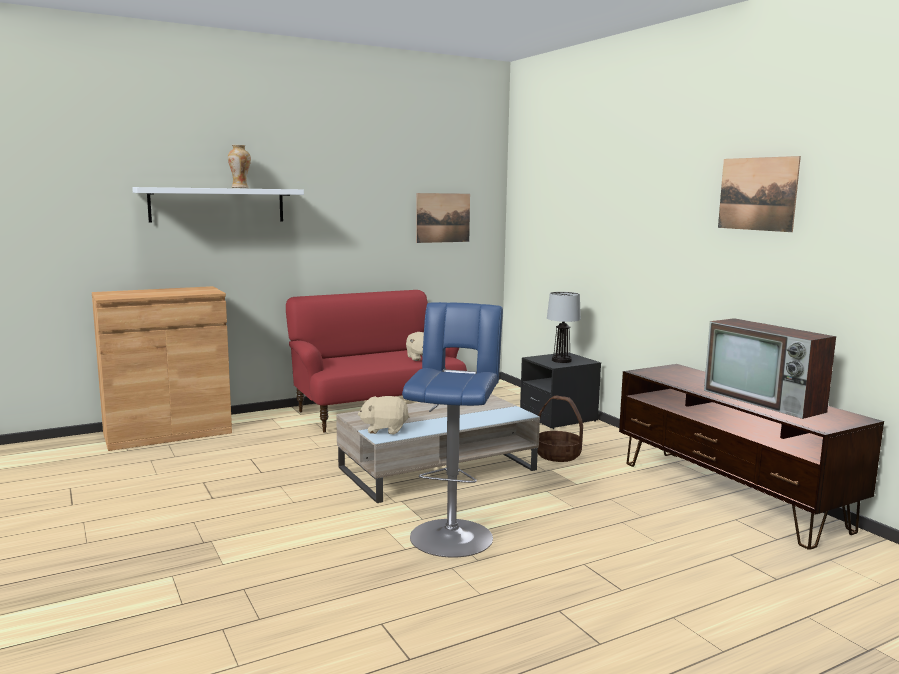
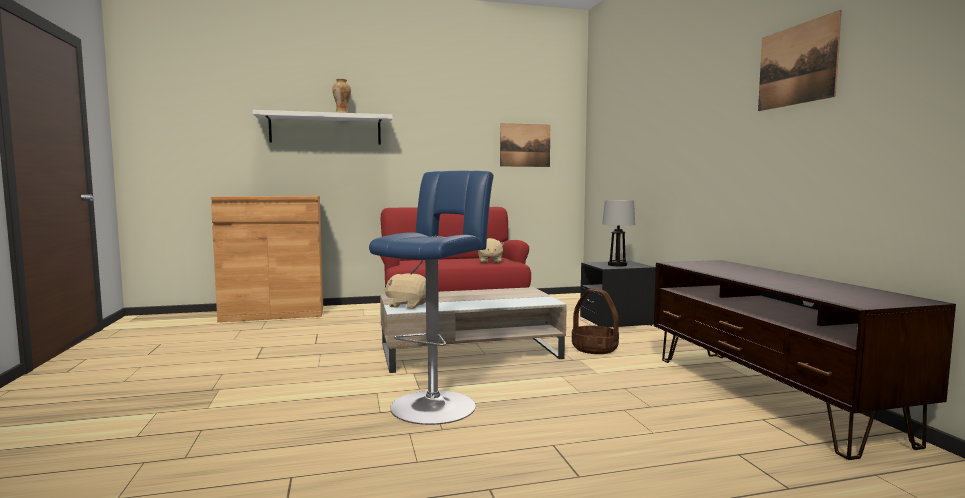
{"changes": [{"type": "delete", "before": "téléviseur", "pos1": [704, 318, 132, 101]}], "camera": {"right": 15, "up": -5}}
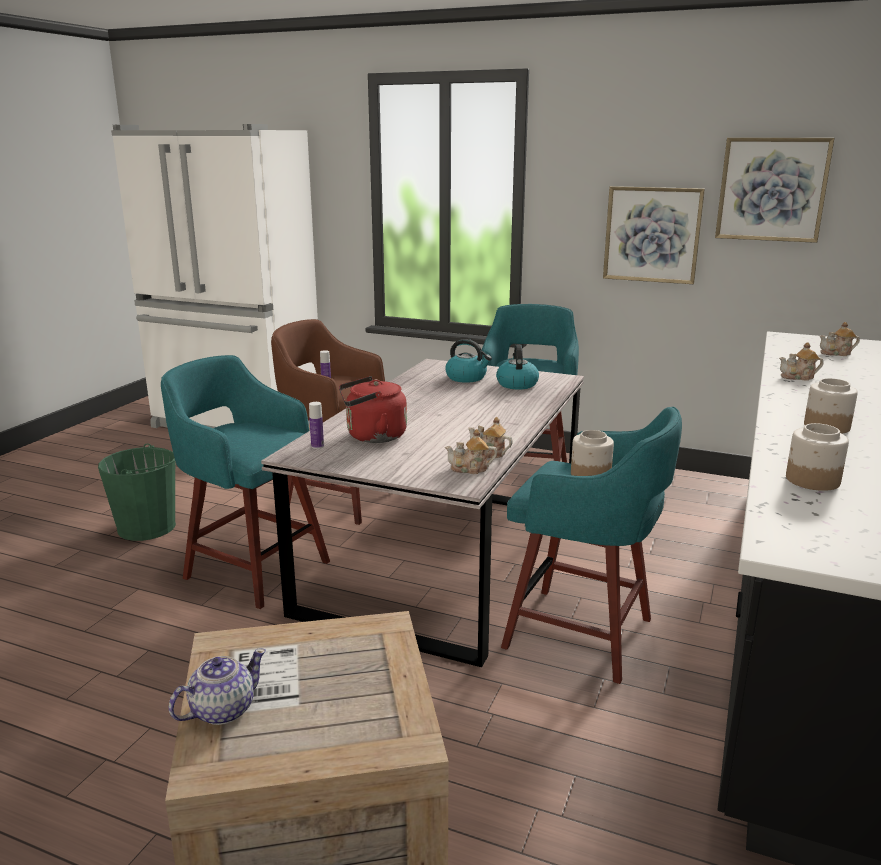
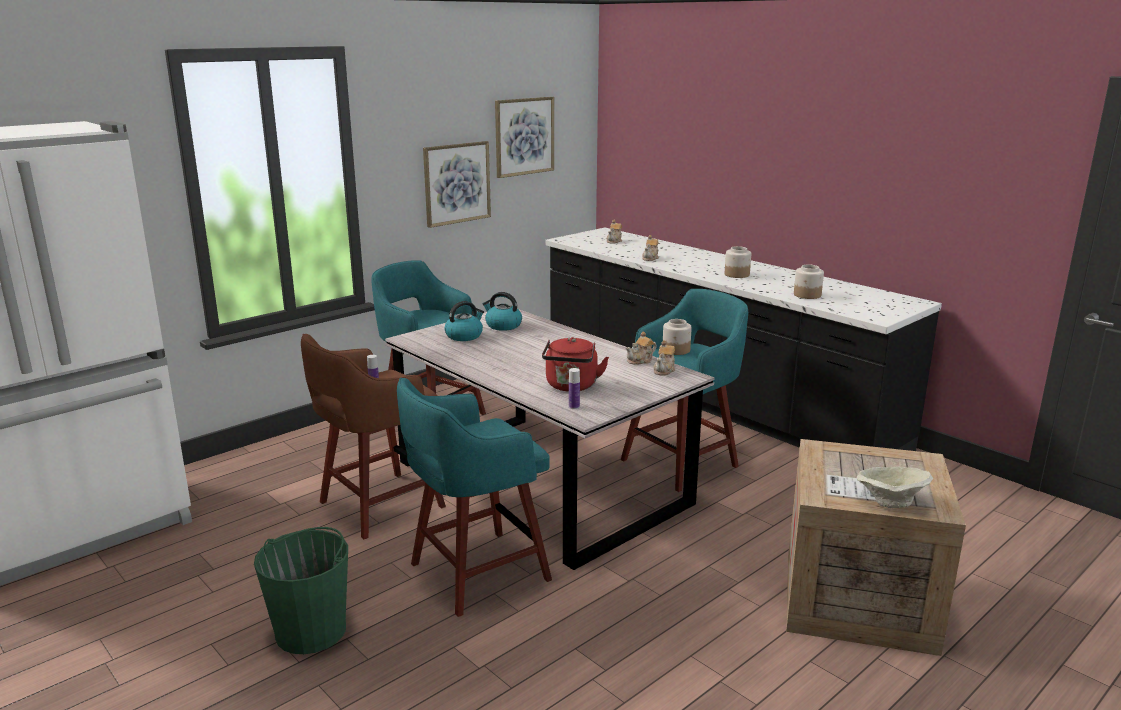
{"changes": [{"type": "replace", "before": "théière", "after": "bol/beige", "pos1": [168, 648, 98, 77], "pos2": [857, 466, 76, 42]}], "camera": {"right": -65, "up": 0}}
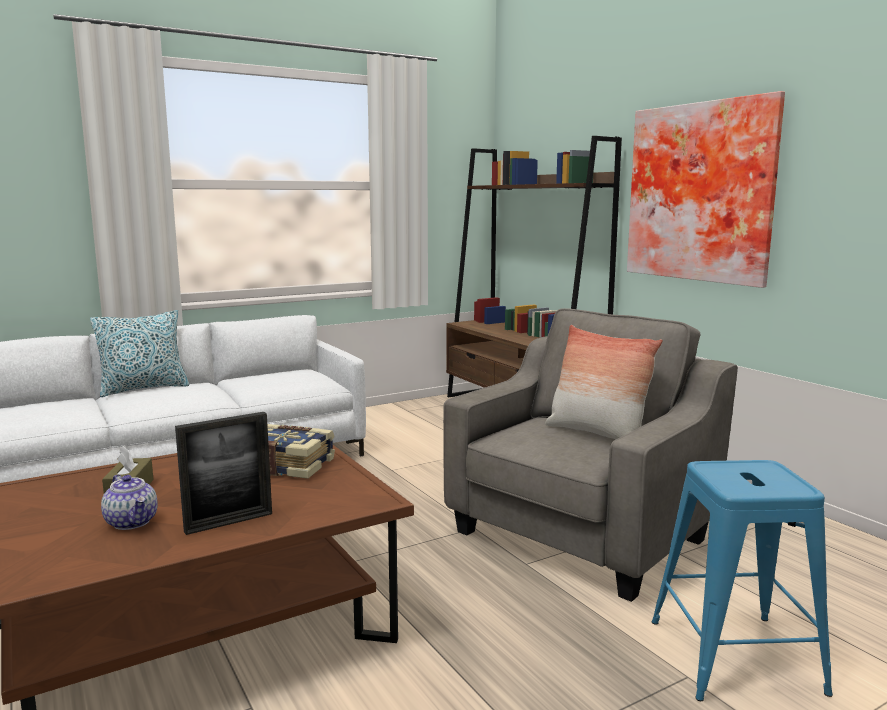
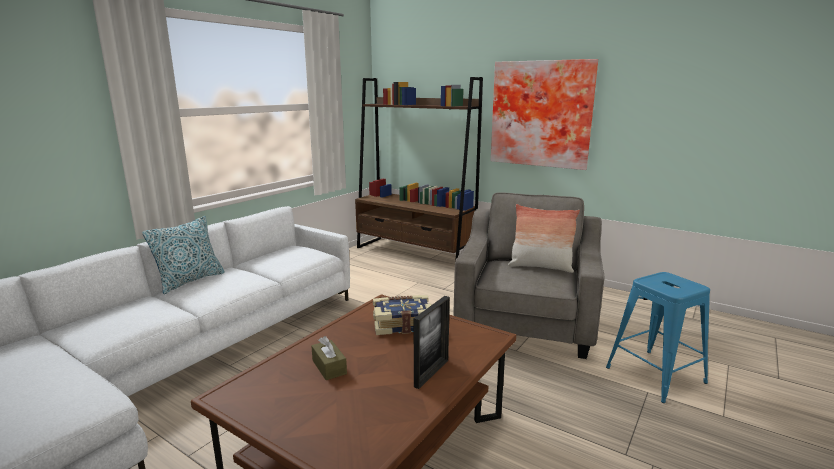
{"changes": [{"type": "delete", "before": "théière", "pos1": [101, 475, 57, 55]}], "camera": {"right": -25, "up": 5}}
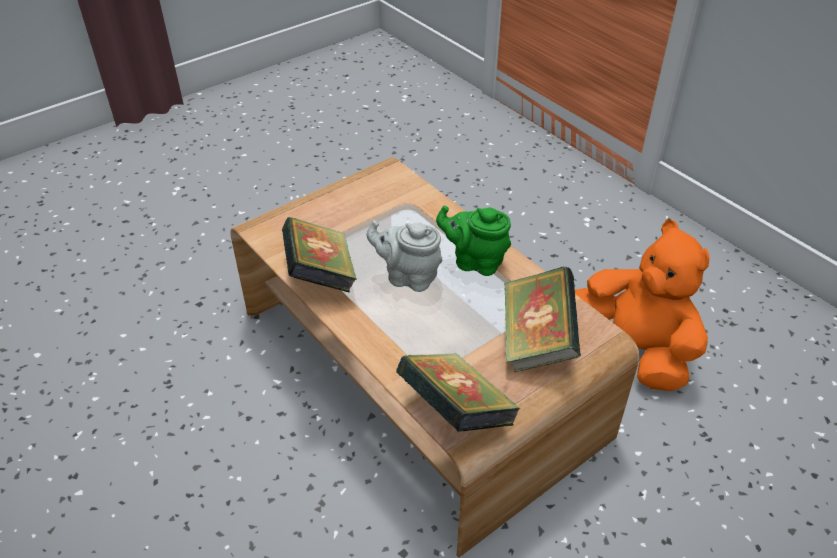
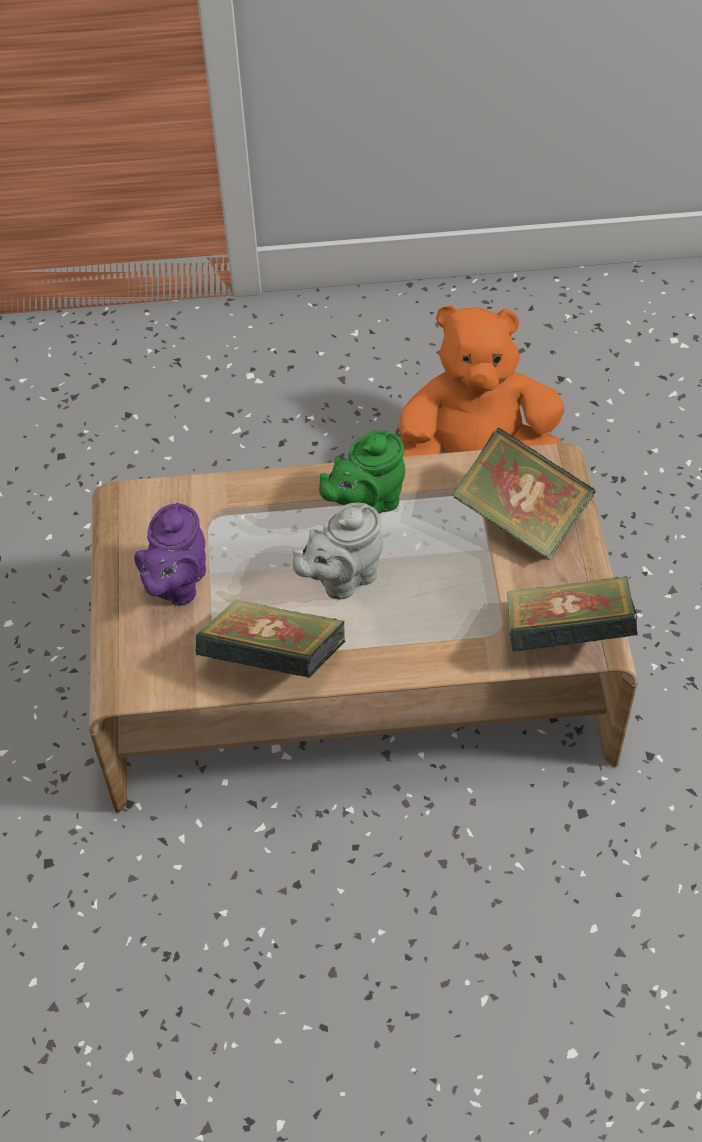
{"changes": [{"type": "insert", "after": "théière/violet", "pos2": [134, 503, 72, 103]}], "camera": {"right": -55, "up": 10}}
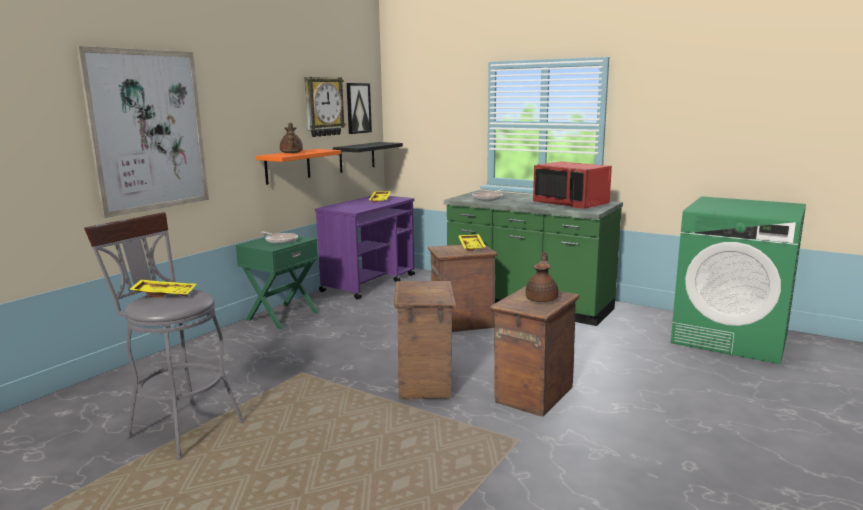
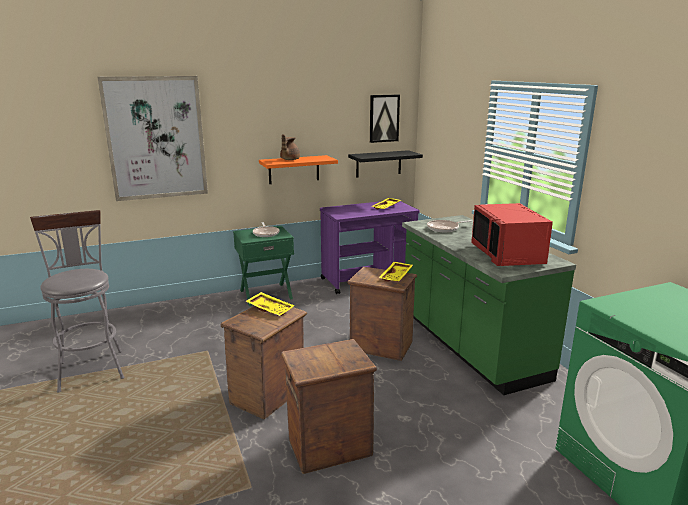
{"changes": [{"type": "delete", "before": "horloge murale", "pos1": [304, 77, 42, 60]}, {"type": "delete", "before": "théière/marron", "pos1": [526, 251, 33, 51]}, {"type": "move", "before": "plateau/jaune", "pos1": [129, 279, 67, 18], "pos2": [246, 292, 49, 24]}], "camera": {"right": 35, "up": 5}}
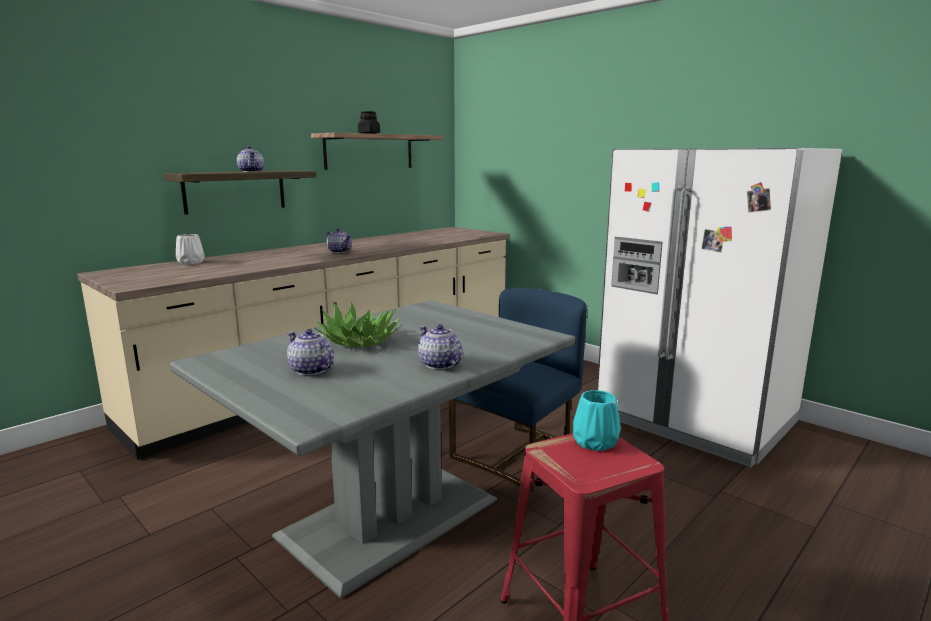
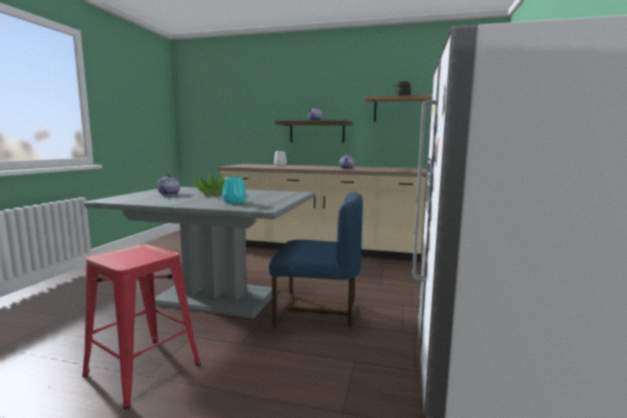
{"changes": [{"type": "delete", "before": "théière", "pos1": [418, 324, 45, 46]}, {"type": "move", "before": "vase/turquoise", "pos1": [573, 390, 48, 61], "pos2": [222, 177, 24, 27]}], "camera": {"right": 60, "up": -5}}
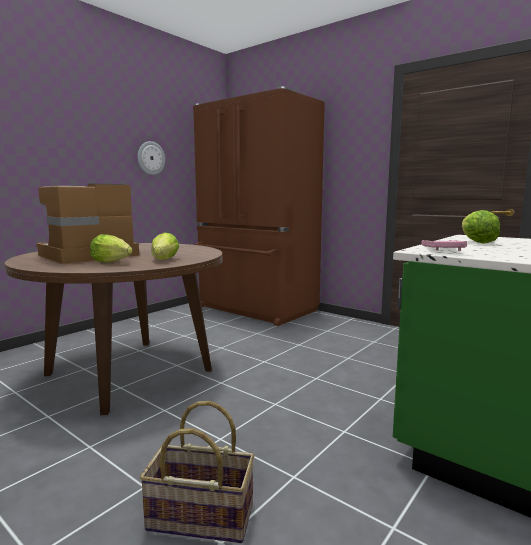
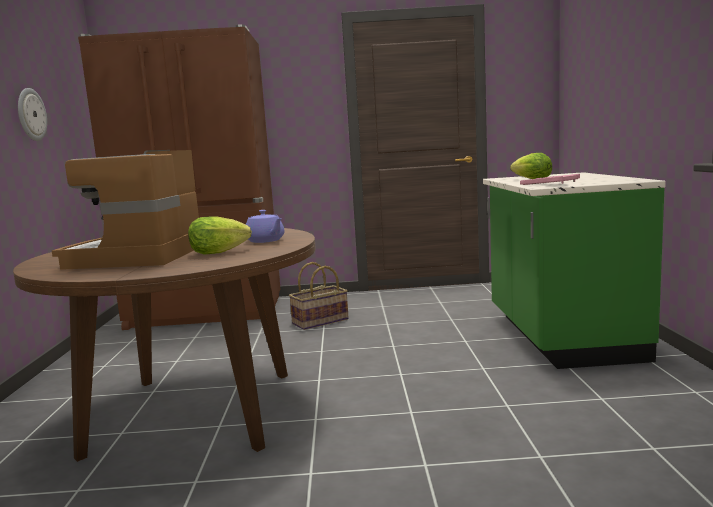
{"changes": [{"type": "move", "before": "panier", "pos1": [140, 401, 114, 142], "pos2": [289, 262, 60, 68]}, {"type": "replace", "before": "laitue", "after": "théière/violet", "pos1": [151, 232, 28, 28], "pos2": [246, 210, 39, 33]}], "camera": {"right": -40, "up": 0}}
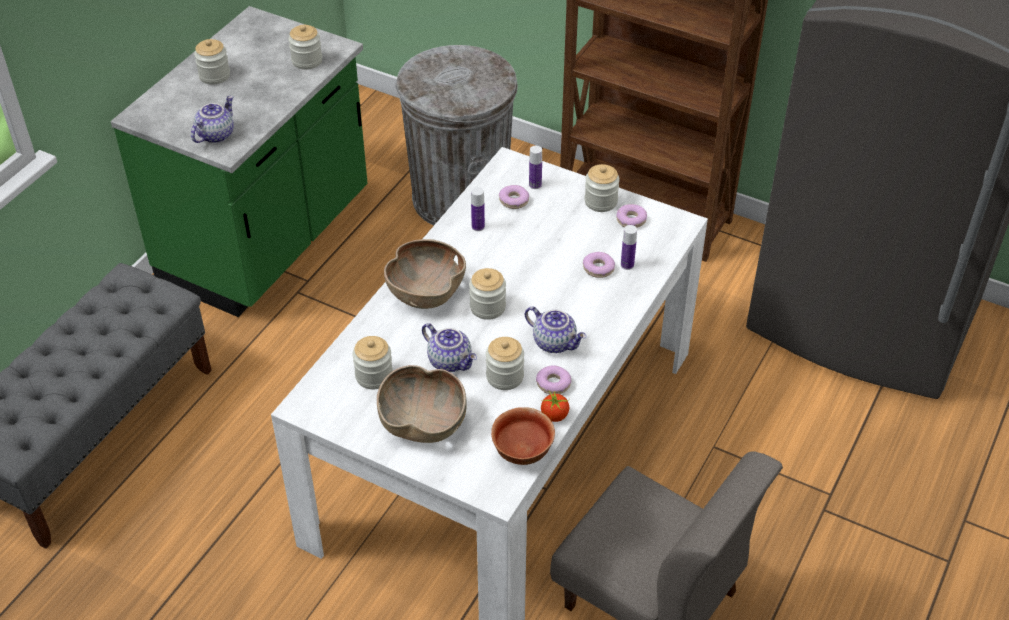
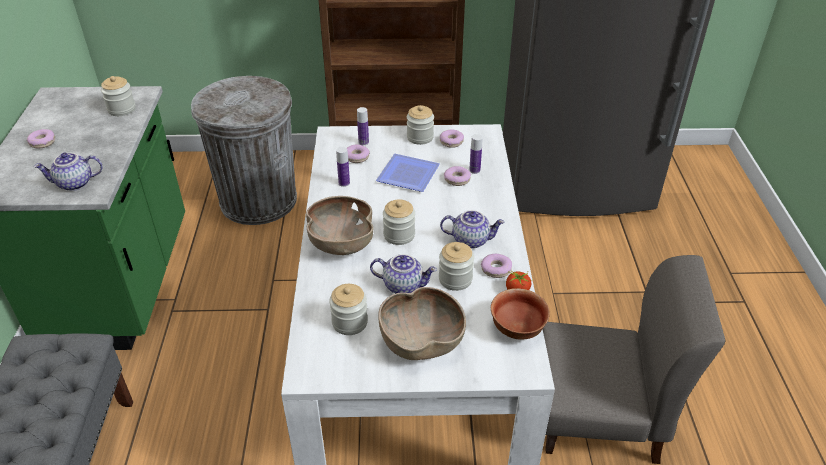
{"changes": [{"type": "insert", "after": "assiette", "pos2": [376, 154, 64, 38]}, {"type": "replace", "before": "bocal", "after": "beignet", "pos1": [194, 39, 36, 46], "pos2": [27, 129, 28, 20]}, {"type": "rotate", "before": "théière", "pos1": [191, 96, 43, 47], "pos2": [34, 153, 68, 38], "turn": -105}], "camera": {"right": -30, "up": -5}}
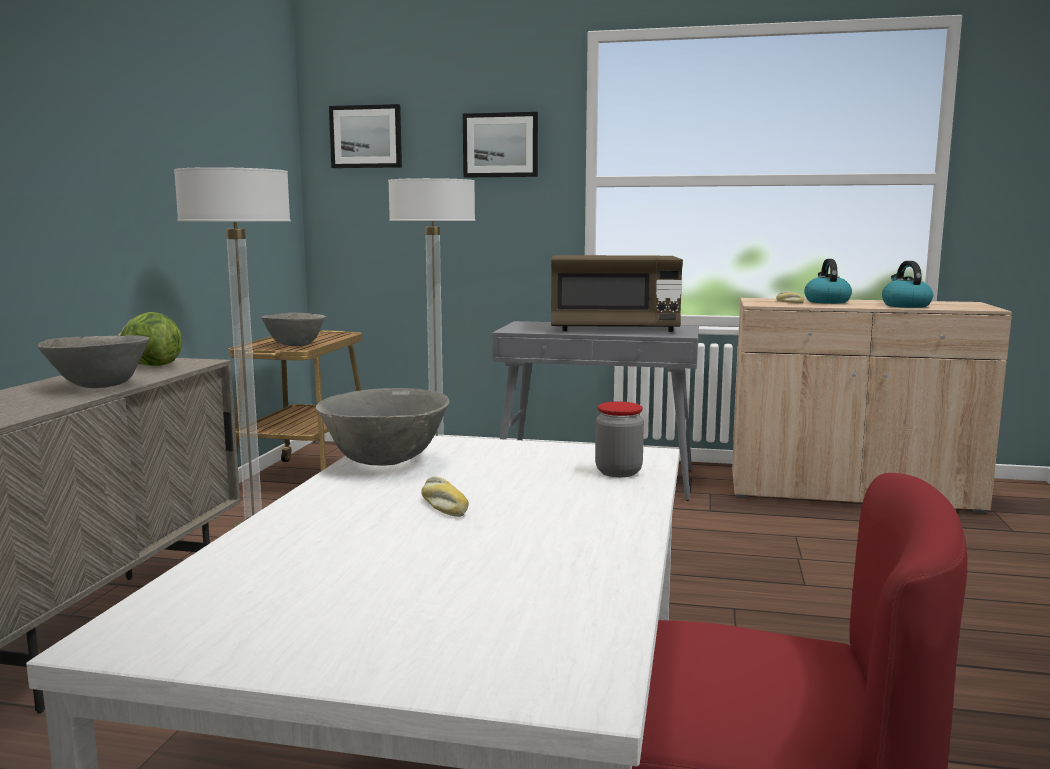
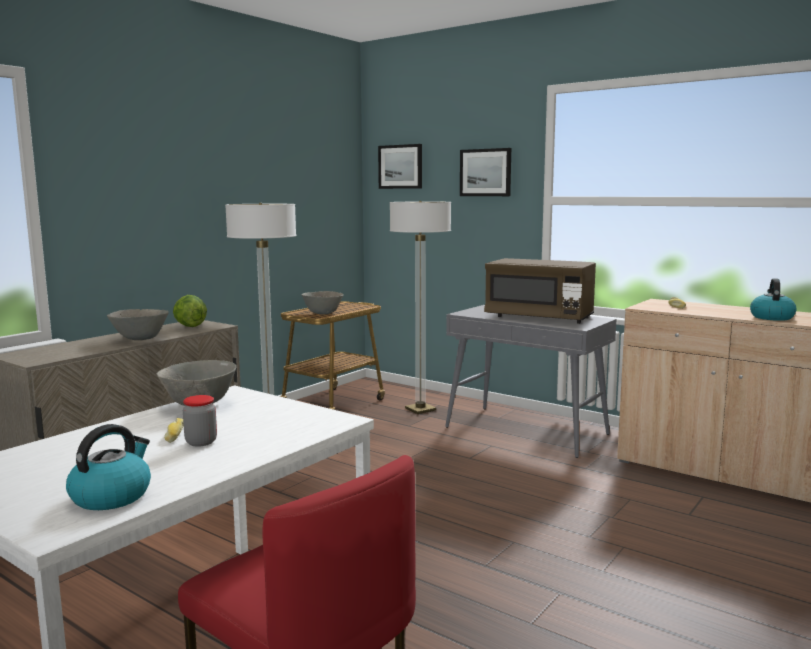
{"changes": [{"type": "move", "before": "bocal", "pos1": [595, 402, 49, 75], "pos2": [183, 395, 34, 52]}, {"type": "move", "before": "bouilloire", "pos1": [804, 259, 48, 45], "pos2": [66, 424, 85, 86]}], "camera": {"right": 25, "up": 0}}
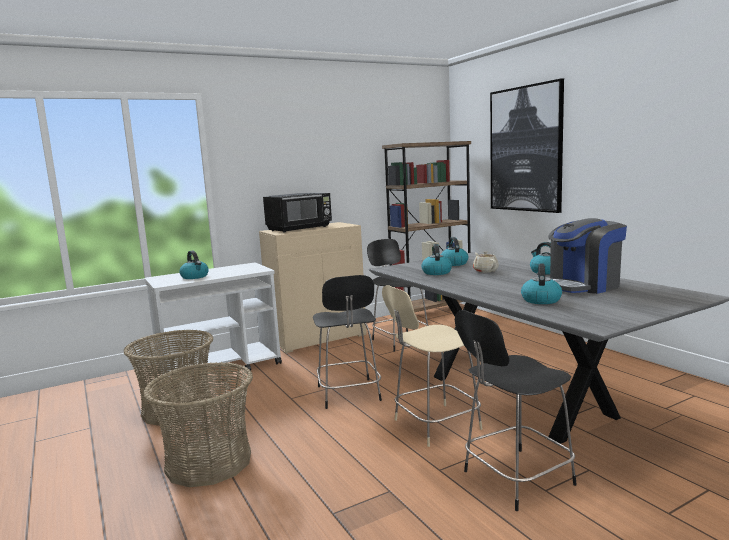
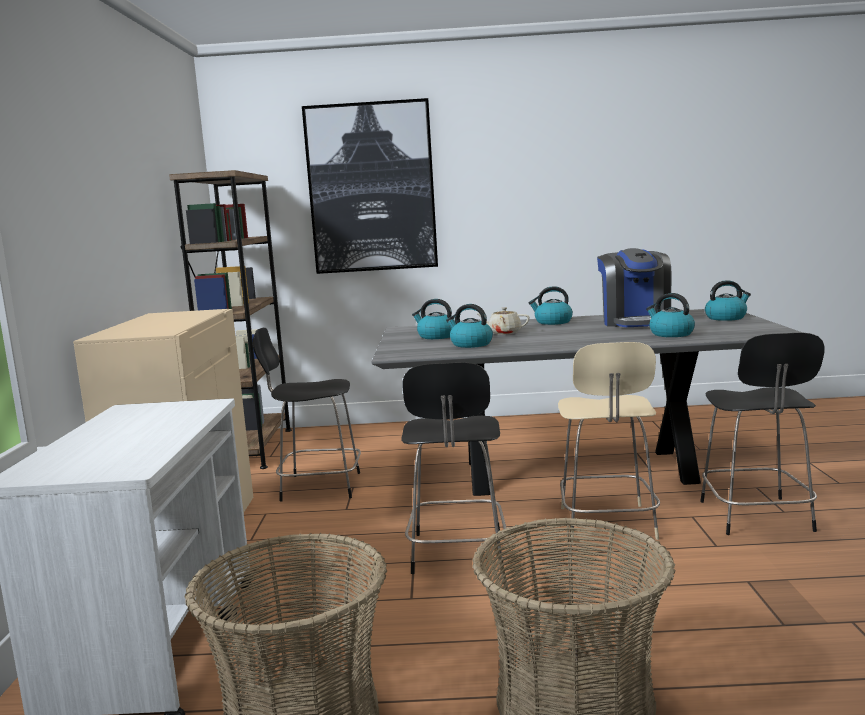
{"changes": [{"type": "delete", "before": "micro-ondes/noir", "pos1": [263, 193, 69, 40]}, {"type": "move", "before": "bouilloire", "pos1": [179, 251, 30, 28], "pos2": [705, 280, 46, 41]}, {"type": "rotate", "before": "chaise/noir", "pos1": [313, 275, 69, 134], "pos2": [401, 362, 105, 212], "turn": 75}], "camera": {"right": -60, "up": 0}}
